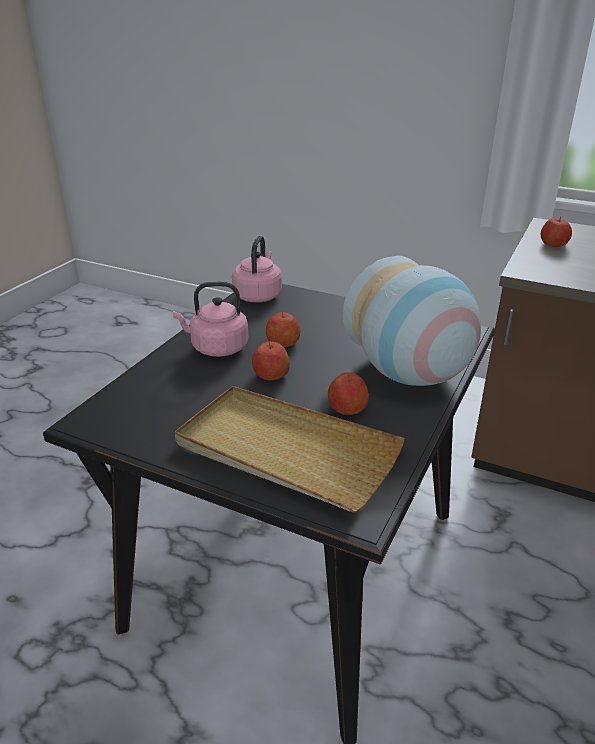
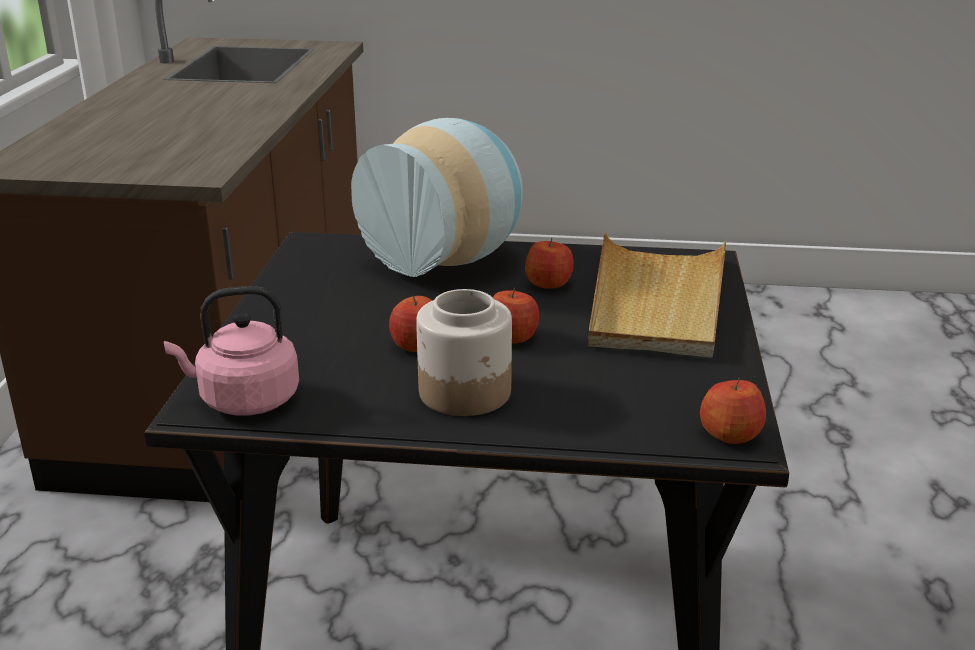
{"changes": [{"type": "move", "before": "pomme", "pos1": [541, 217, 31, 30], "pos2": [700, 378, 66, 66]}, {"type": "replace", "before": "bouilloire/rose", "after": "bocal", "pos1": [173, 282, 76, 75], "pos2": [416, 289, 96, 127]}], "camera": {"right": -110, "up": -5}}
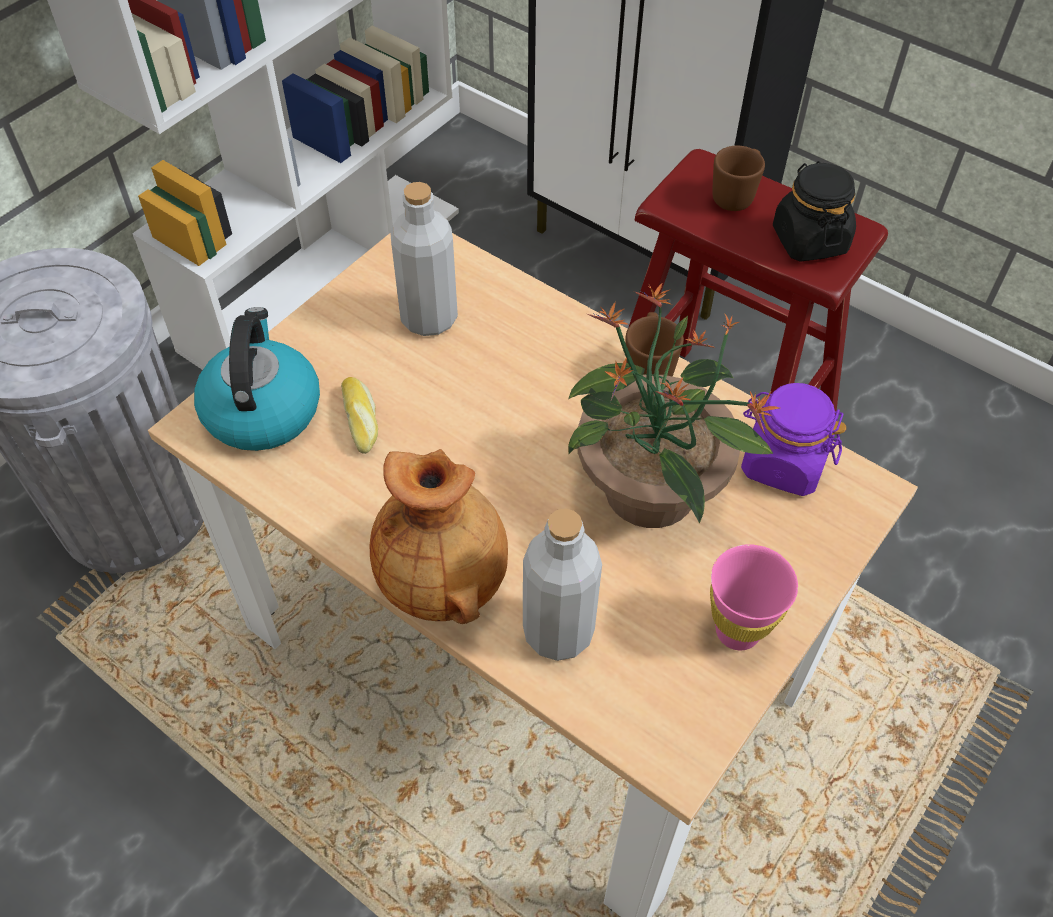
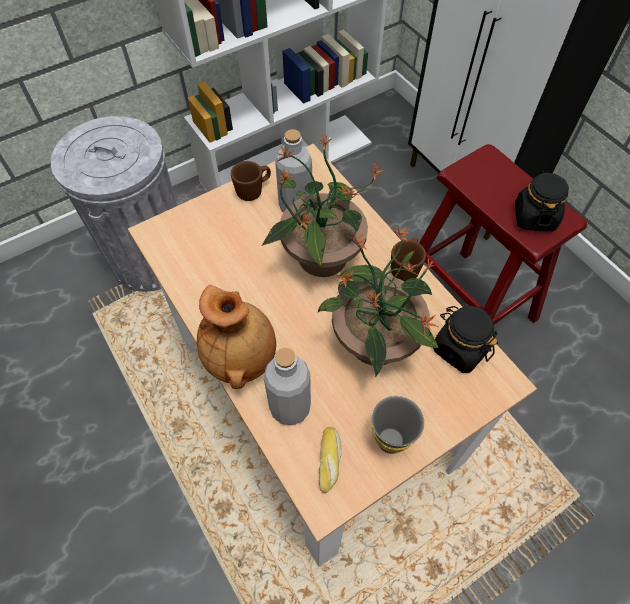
{"changes": [{"type": "delete", "before": "bouilloire", "pos1": [194, 307, 126, 144]}, {"type": "insert", "after": "plante en pot", "pos2": [262, 134, 123, 143]}, {"type": "move", "before": "pain", "pos1": [341, 377, 37, 77], "pos2": [319, 427, 23, 66]}, {"type": "move", "before": "mug/marron", "pos1": [712, 146, 53, 65], "pos2": [231, 161, 40, 40]}, {"type": "recolor", "before": "tasse/rose", "after": "tasse/gris", "pos1": [710, 544, 88, 106], "pos2": [371, 396, 53, 58]}, {"type": "recolor", "before": "bocal/violet", "after": "bocal/noir", "pos1": [741, 383, 106, 113], "pos2": [433, 306, 65, 67]}], "camera": {"right": 20, "up": 5}}
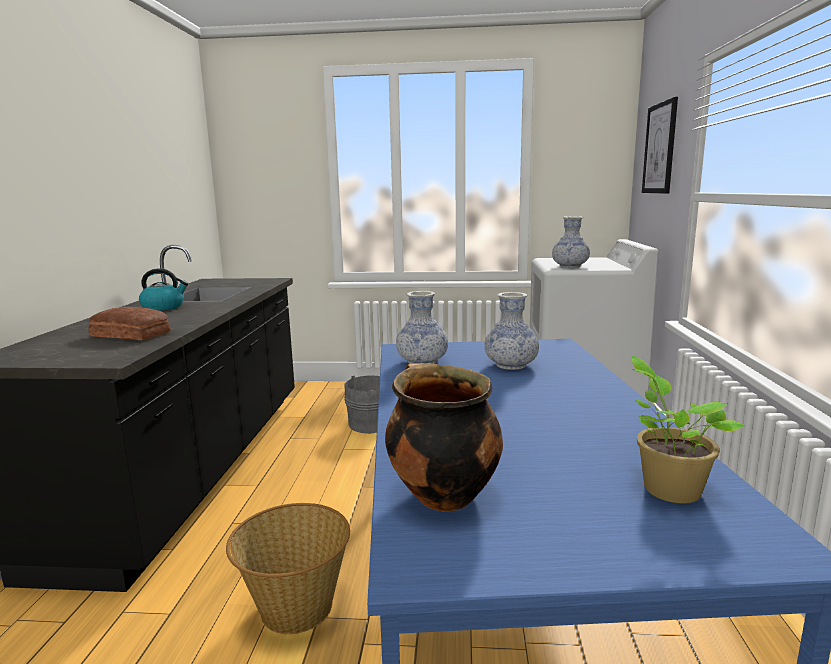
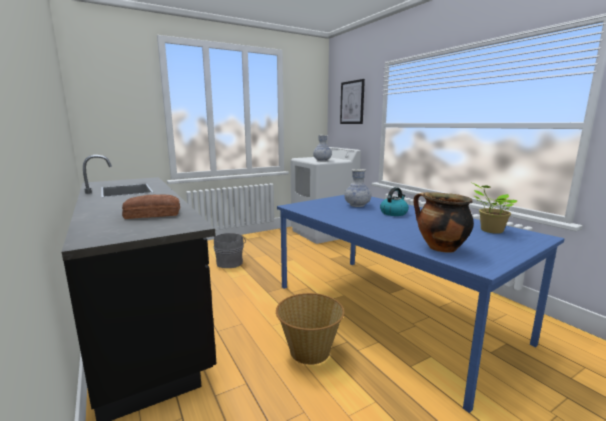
{"changes": [{"type": "delete", "before": "vase", "pos1": [396, 291, 52, 73]}, {"type": "move", "before": "bouilloire", "pos1": [139, 268, 49, 43], "pos2": [380, 187, 29, 29]}], "camera": {"right": -35, "up": 0}}
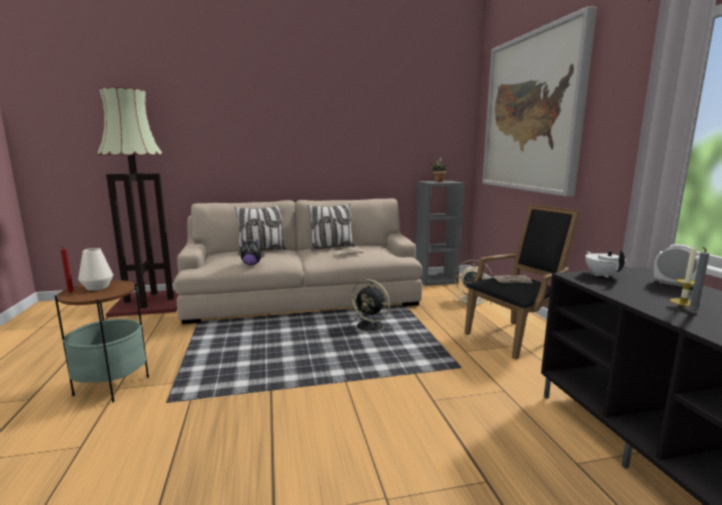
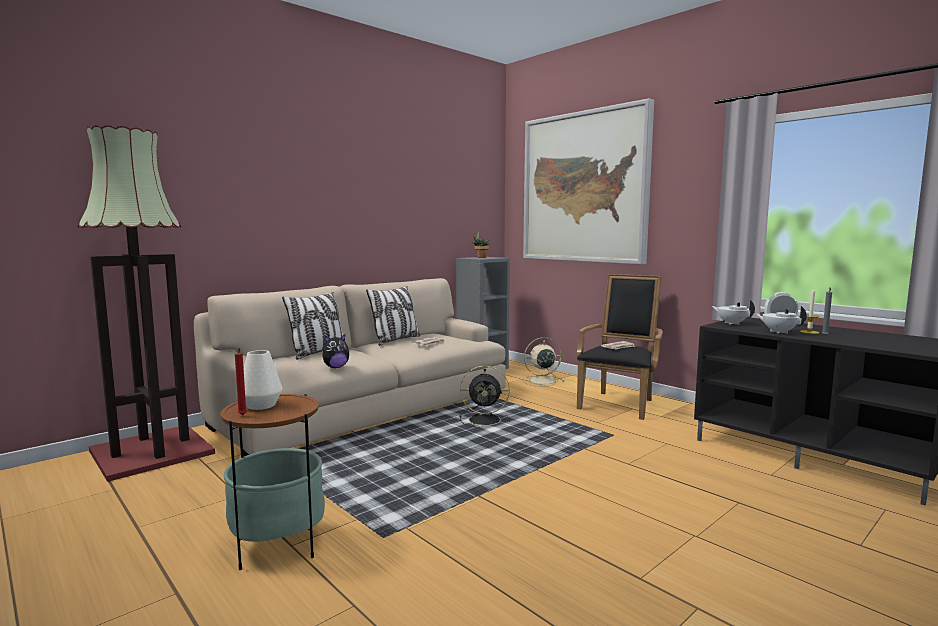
{"changes": [{"type": "insert", "after": "théière/blanc", "pos2": [754, 306, 53, 27]}], "camera": {"right": -30, "up": -5}}
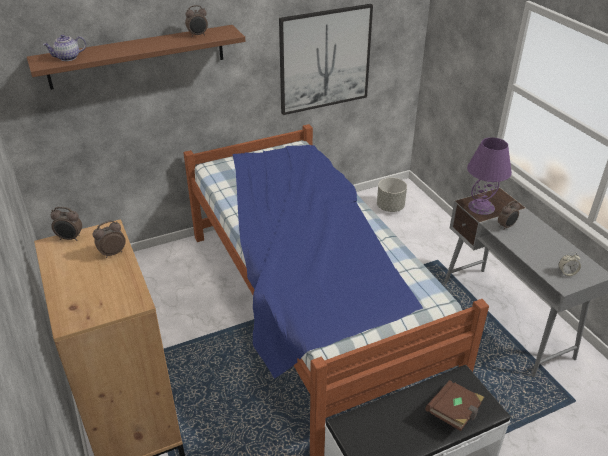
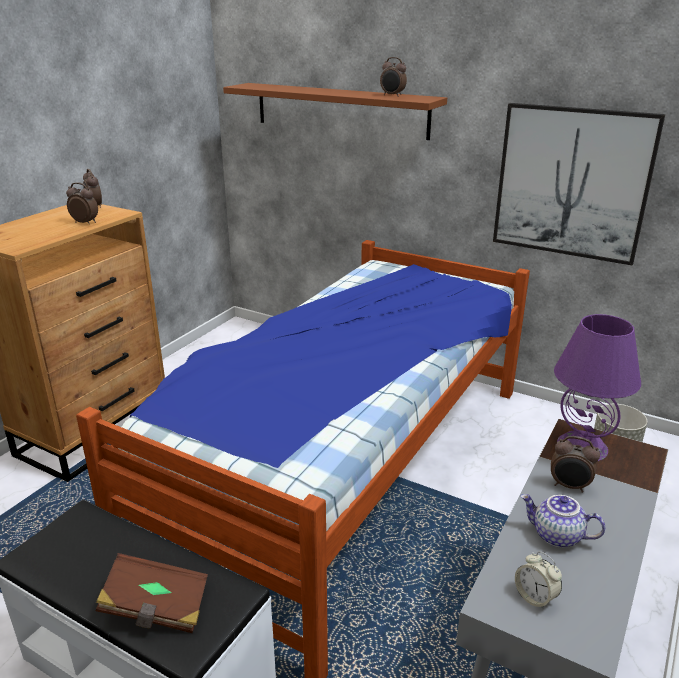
{"changes": [{"type": "move", "before": "théière", "pos1": [43, 34, 43, 27], "pos2": [521, 494, 84, 54]}], "camera": {"right": 55, "up": -10}}
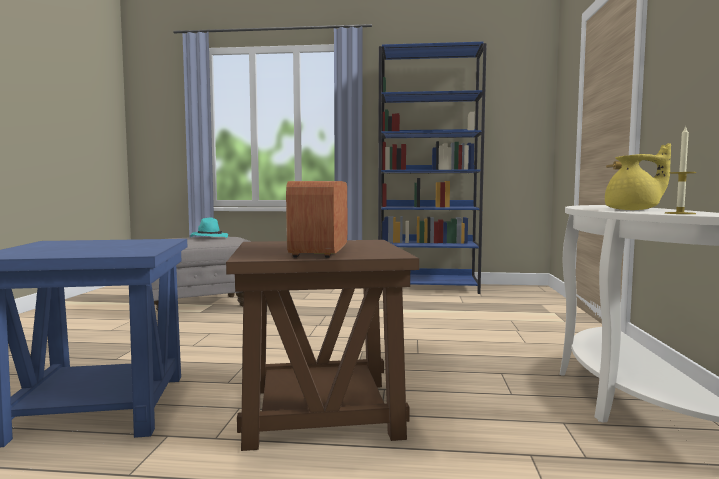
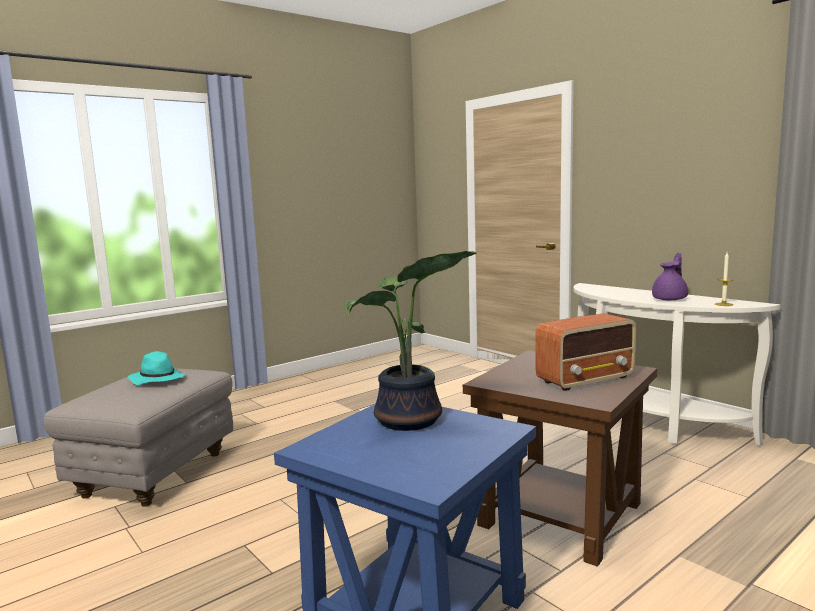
{"changes": [{"type": "delete", "before": "bibliothèque/bleu", "pos1": [378, 42, 109, 252]}, {"type": "insert", "after": "plante en pot", "pos2": [344, 251, 133, 180]}, {"type": "recolor", "before": "théière/jaune", "after": "théière/violet", "pos1": [605, 143, 66, 67], "pos2": [652, 253, 36, 47]}, {"type": "rotate", "before": "radio", "pos1": [286, 181, 61, 77], "pos2": [535, 314, 101, 77], "turn": -75}], "camera": {"right": -45, "up": 5}}
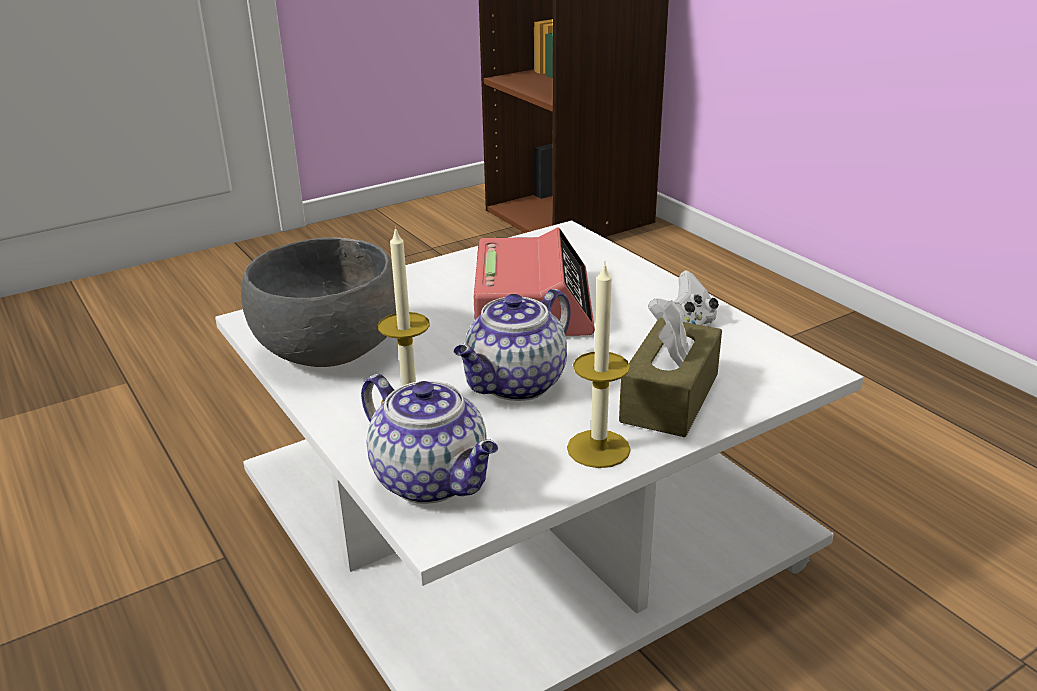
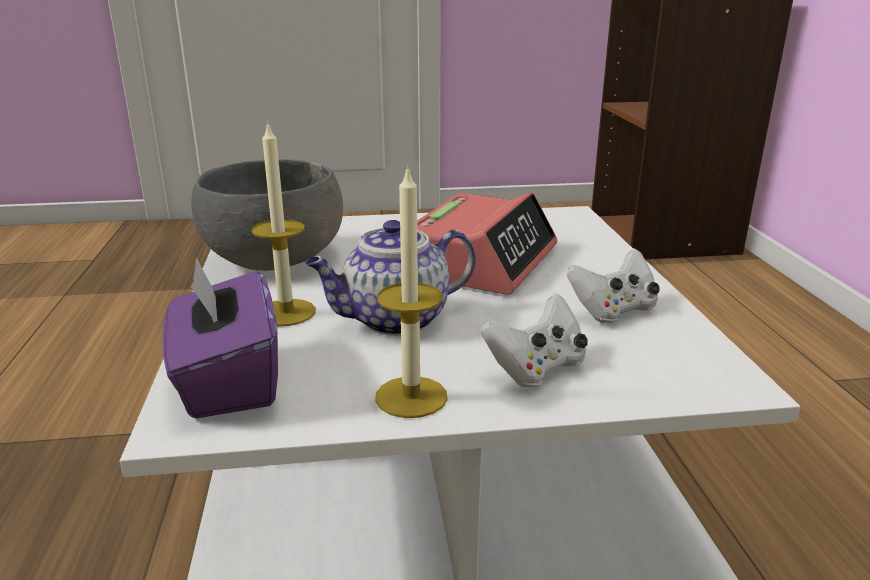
{"changes": [{"type": "replace", "before": "théière", "after": "boîte à mouchoirs/violet", "pos1": [361, 374, 137, 130], "pos2": [163, 258, 115, 161]}, {"type": "replace", "before": "boîte à mouchoirs/marron", "after": "manette/blanc", "pos1": [619, 300, 103, 137], "pos2": [481, 293, 106, 94]}], "camera": {"right": 25, "up": -5}}
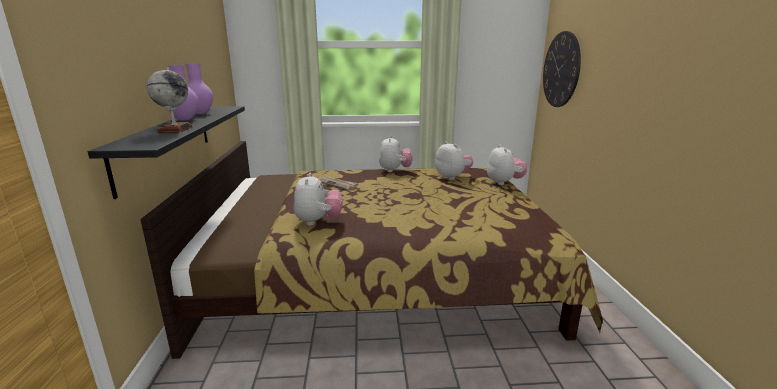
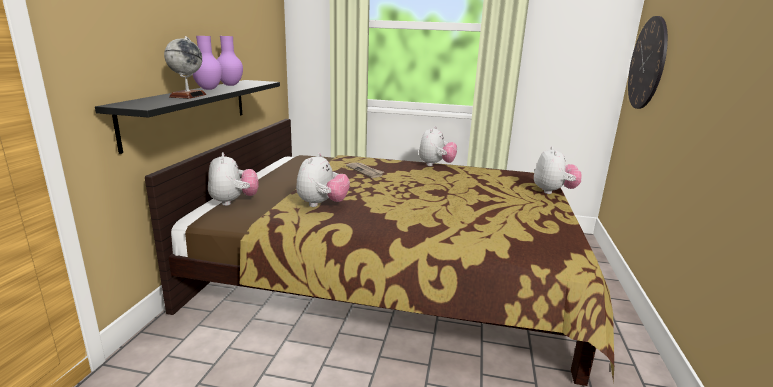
{"changes": [{"type": "move", "before": "peluche", "pos1": [435, 141, 38, 39], "pos2": [208, 152, 51, 54]}], "camera": {"right": 15, "up": 0}}
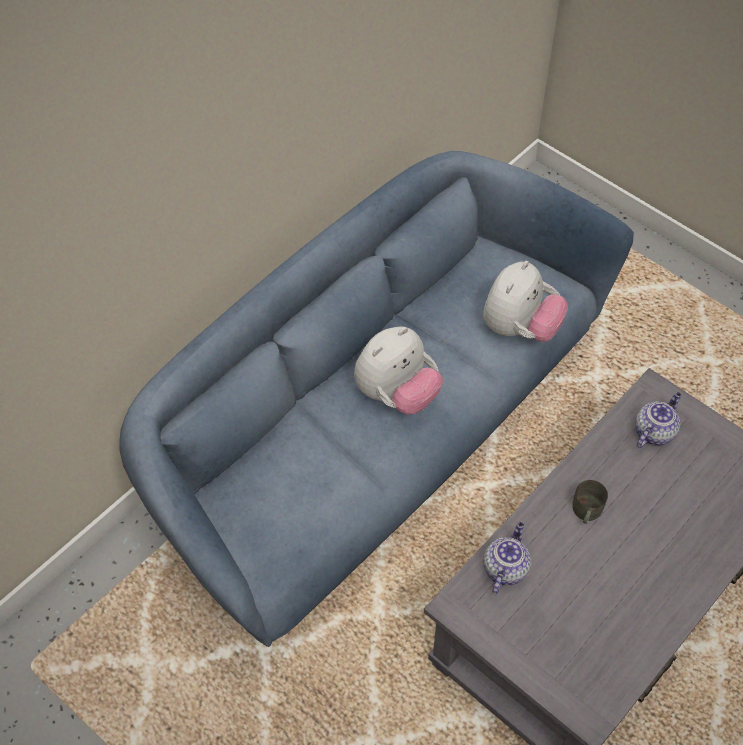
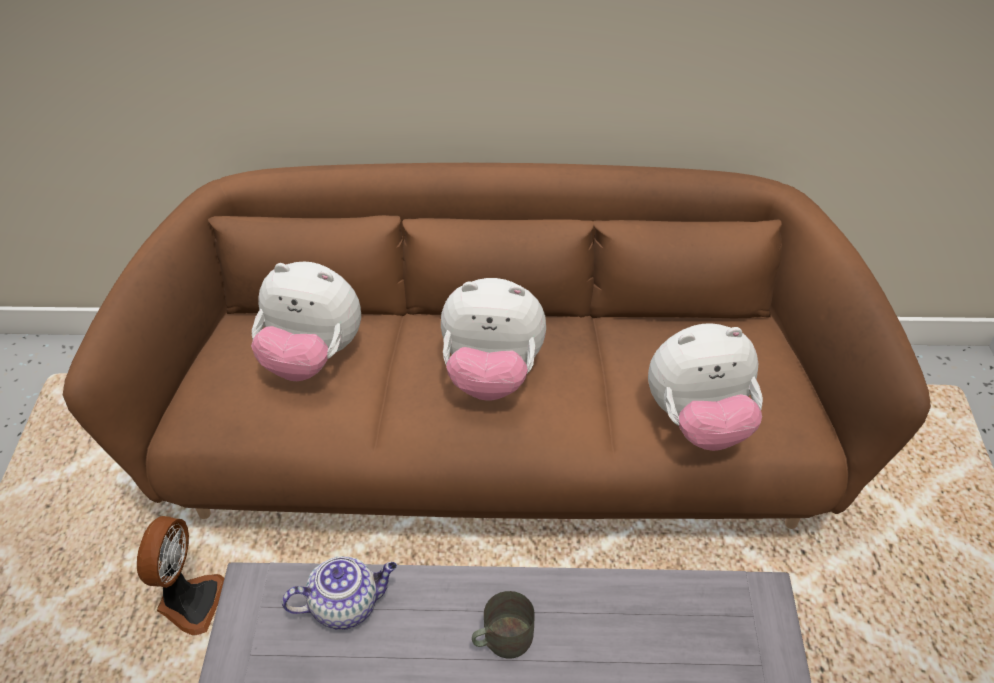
{"changes": [{"type": "delete", "before": "théière", "pos1": [635, 392, 46, 56]}, {"type": "insert", "after": "ventilateur", "pos2": [137, 516, 87, 119]}, {"type": "insert", "after": "peluche", "pos2": [251, 262, 110, 119]}, {"type": "recolor", "before": "canapé/bleu", "after": "canapé/marron", "pos1": [119, 151, 515, 496], "pos2": [63, 163, 868, 366]}], "camera": {"right": 50, "up": -10}}
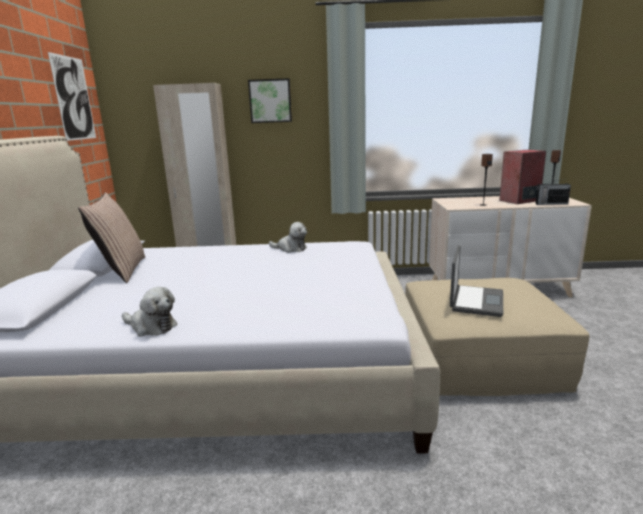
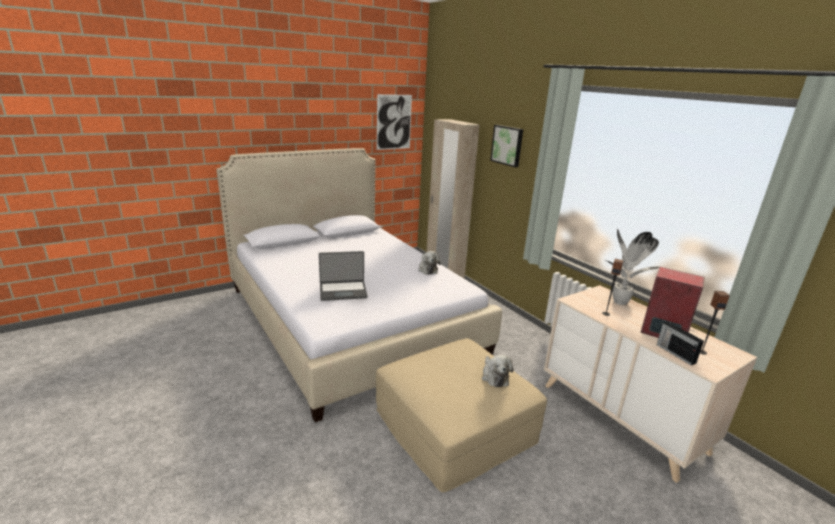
{"changes": [{"type": "delete", "before": "coussin", "pos1": [78, 192, 67, 91]}, {"type": "insert", "after": "plante en pot", "pos2": [605, 229, 55, 76]}, {"type": "move", "before": "peluche", "pos1": [122, 287, 55, 50], "pos2": [482, 355, 31, 32]}, {"type": "move", "before": "ordinateur portable", "pos1": [450, 245, 53, 72], "pos2": [319, 251, 49, 50]}], "camera": {"right": 55, "up": 5}}
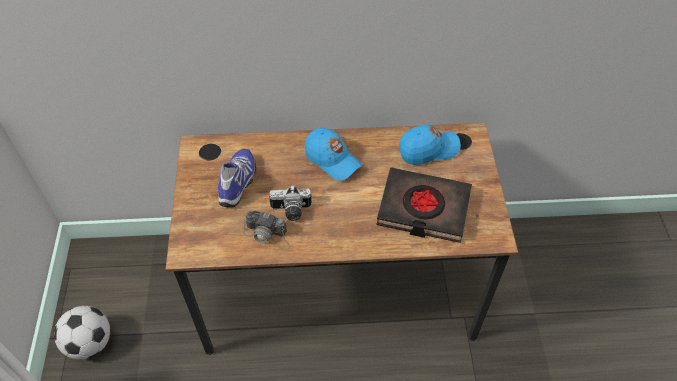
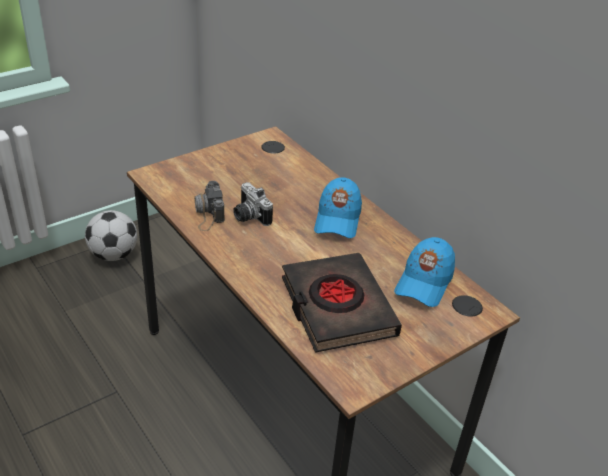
{"changes": [{"type": "delete", "before": "chaussure", "pos1": [218, 149, 38, 59]}, {"type": "rotate", "before": "casquette/bleu", "pos1": [399, 125, 62, 40], "pos2": [394, 237, 61, 70], "turn": 75}], "camera": {"right": 55, "up": -15}}
